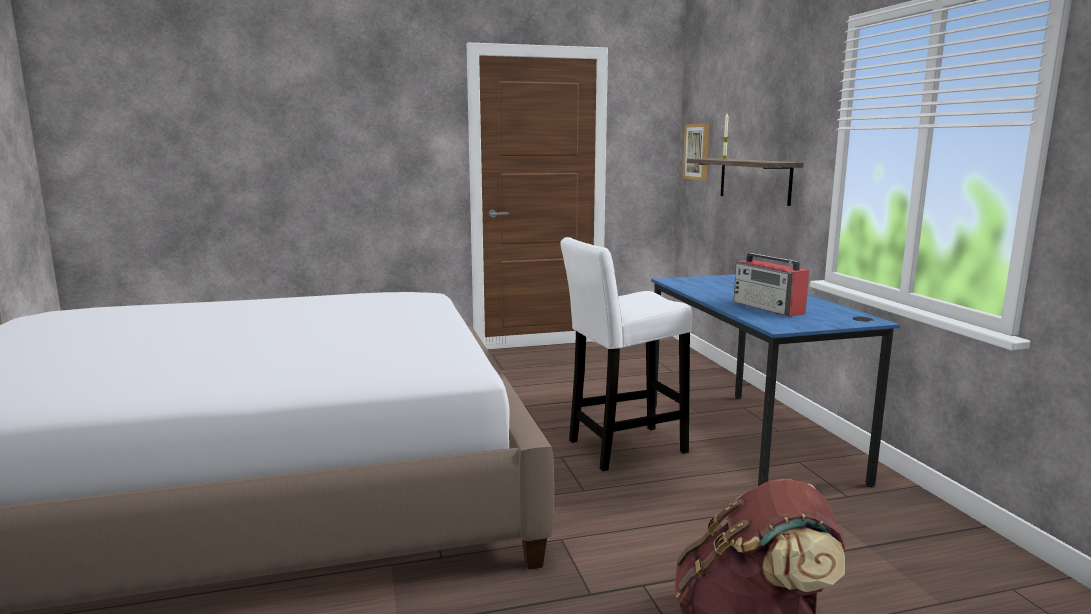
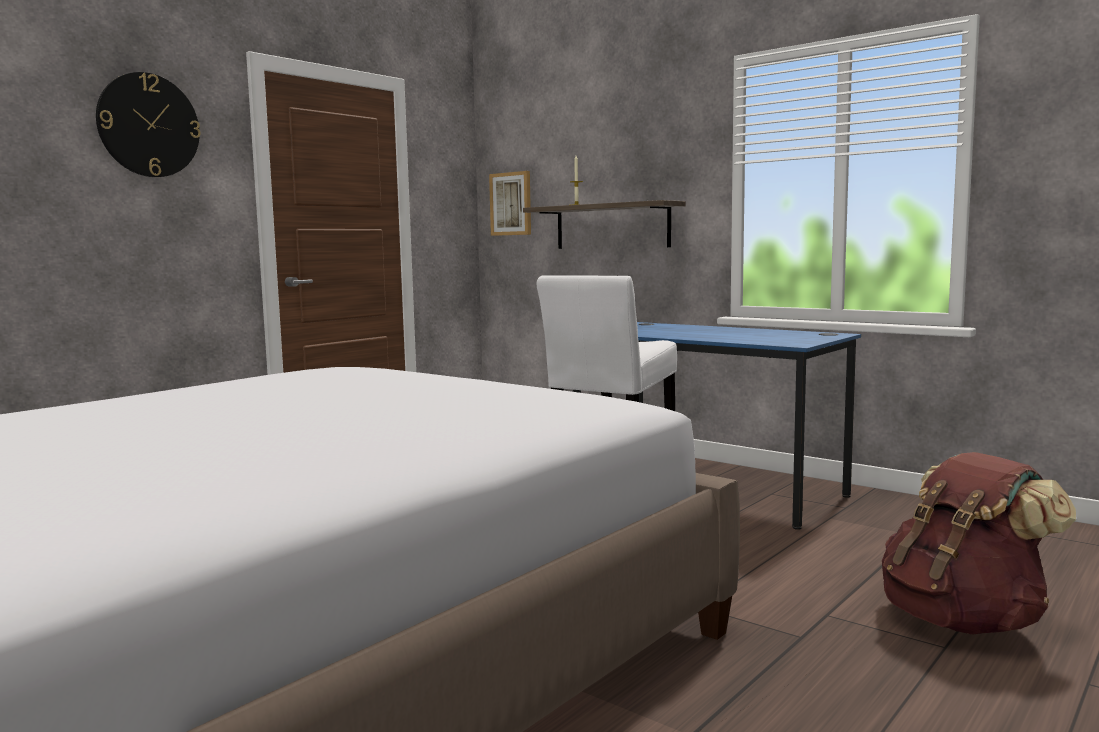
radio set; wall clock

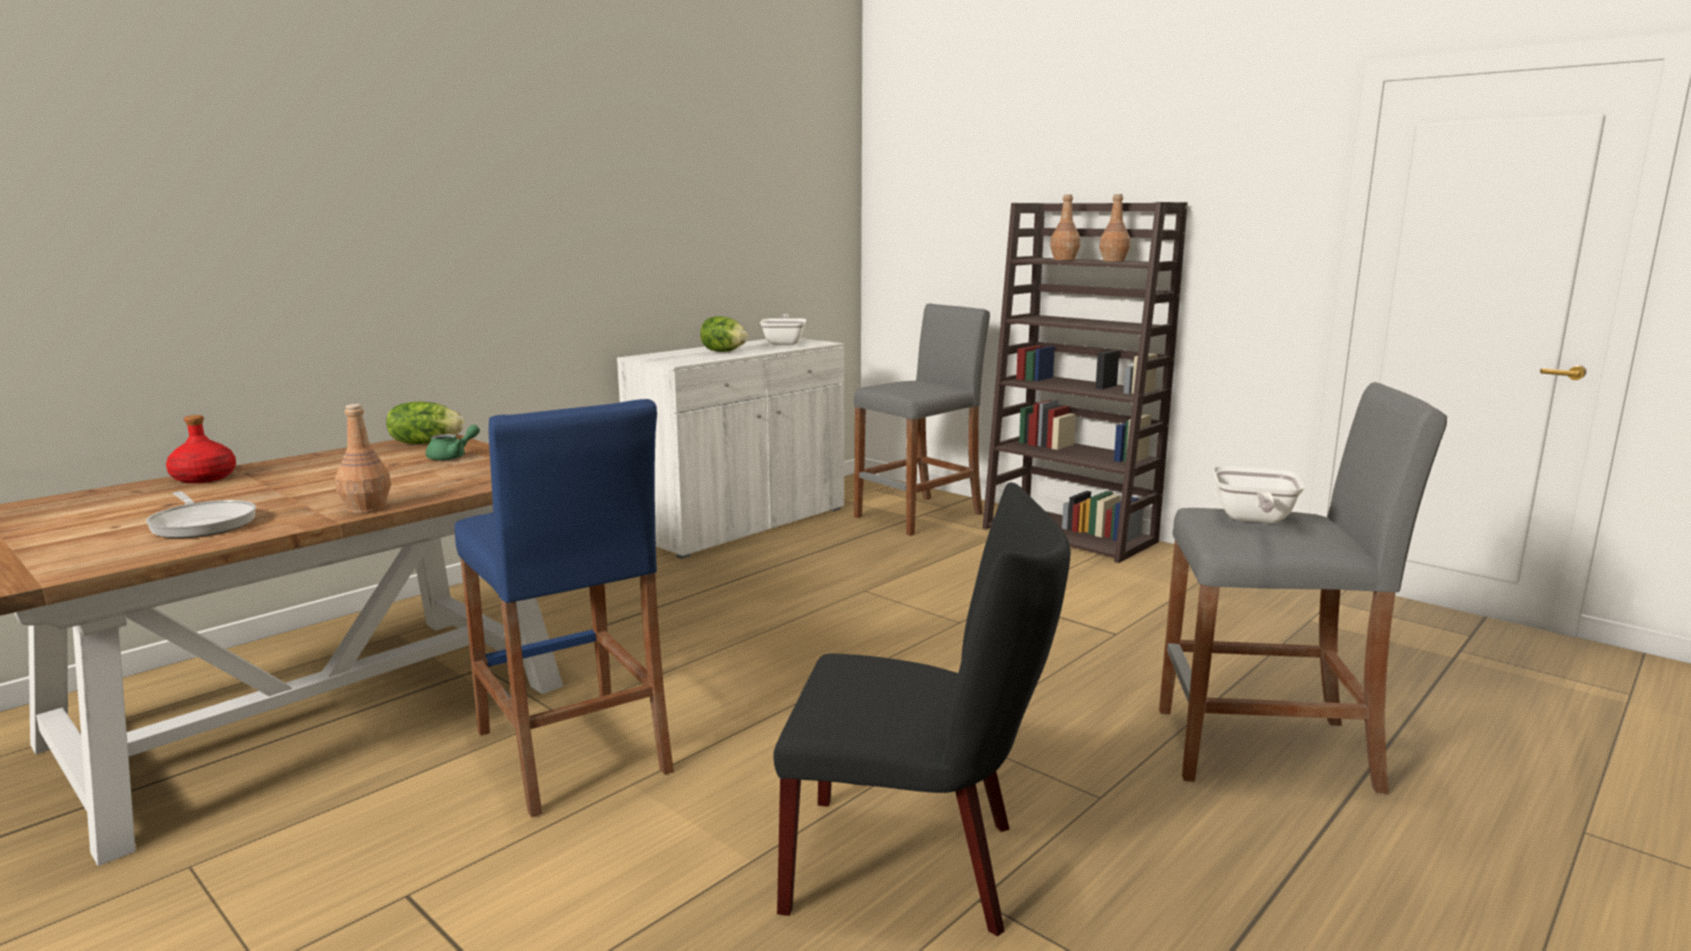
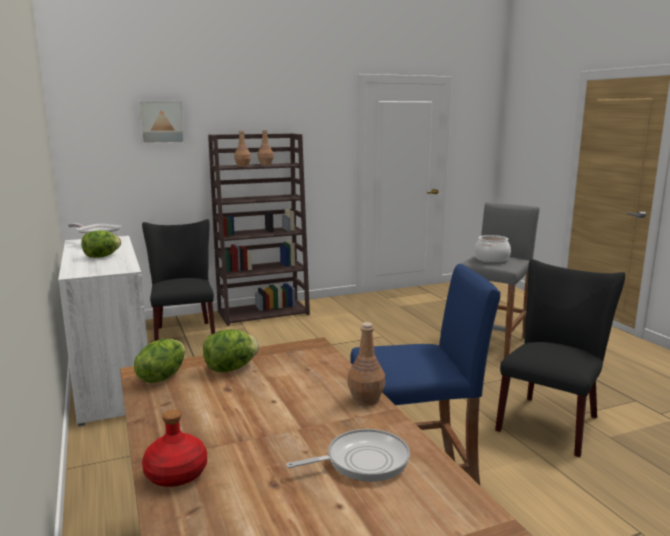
lettuce head (no. 3 from left); black upright chair (no. 1 from left); saucepot; picture

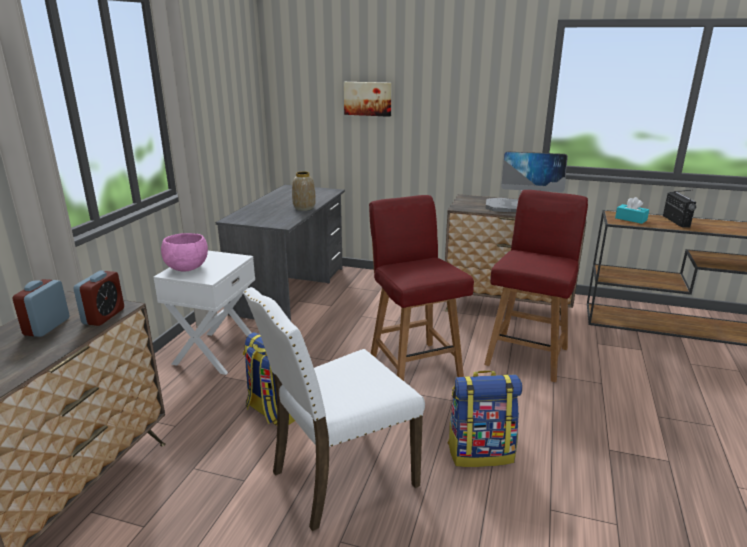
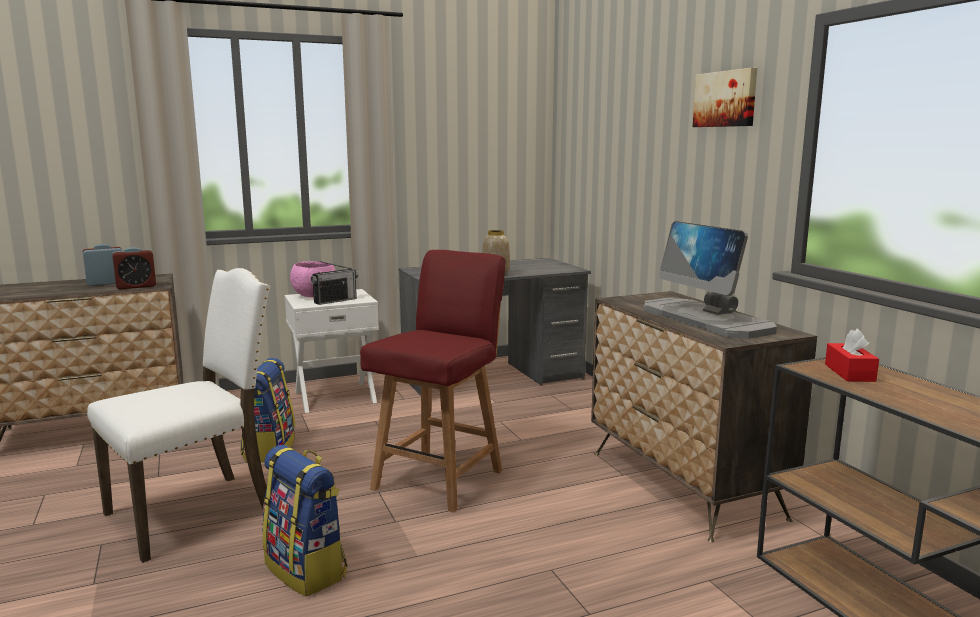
whitish upright chair; picture; red upright chair (no. 2 from left in the first image); red tissue box; radio set

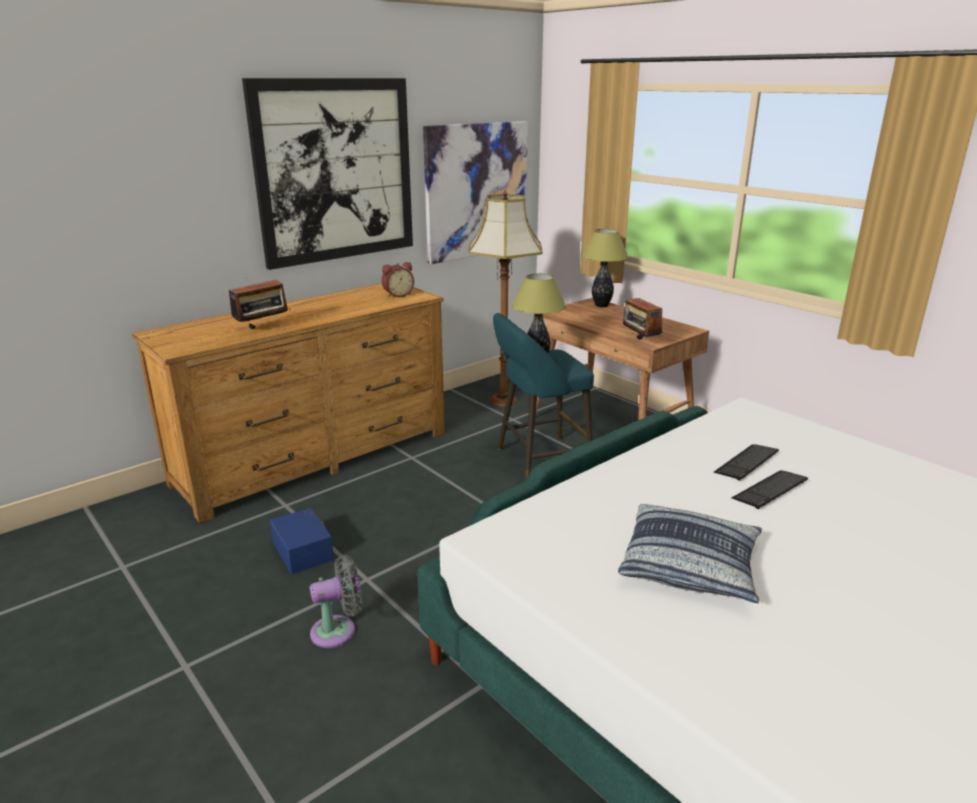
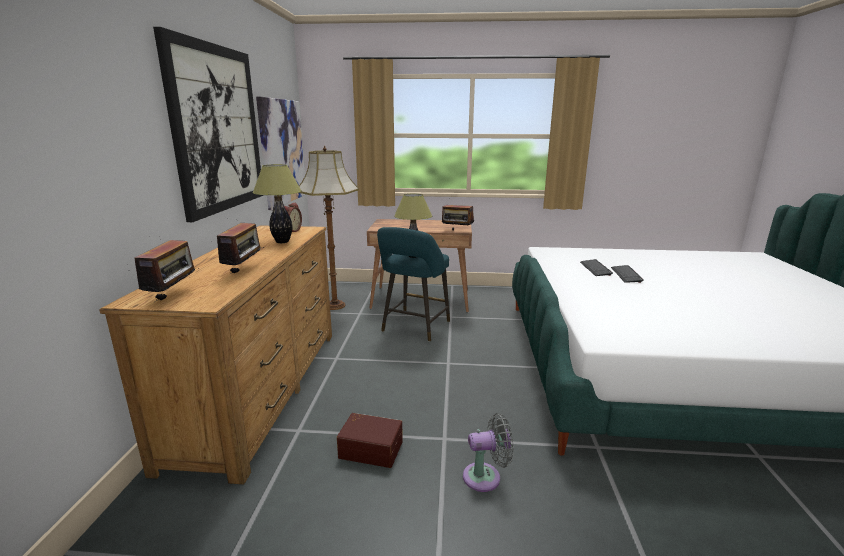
brownish storage container; gray cooling fan; tabletop lamp (no. 1 from left); pillow; radio set (no. 1 from left)

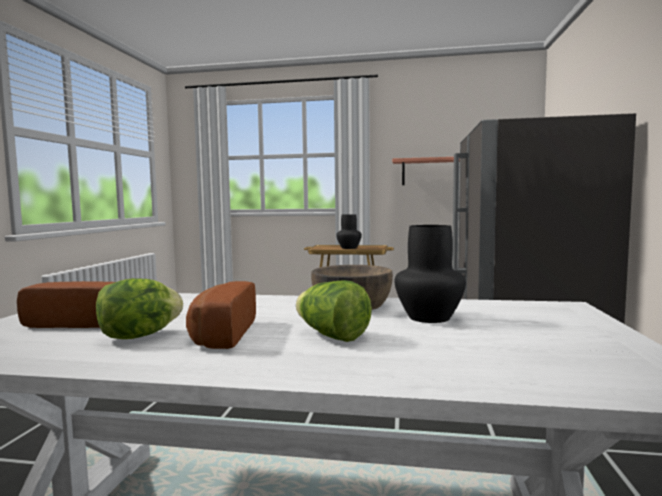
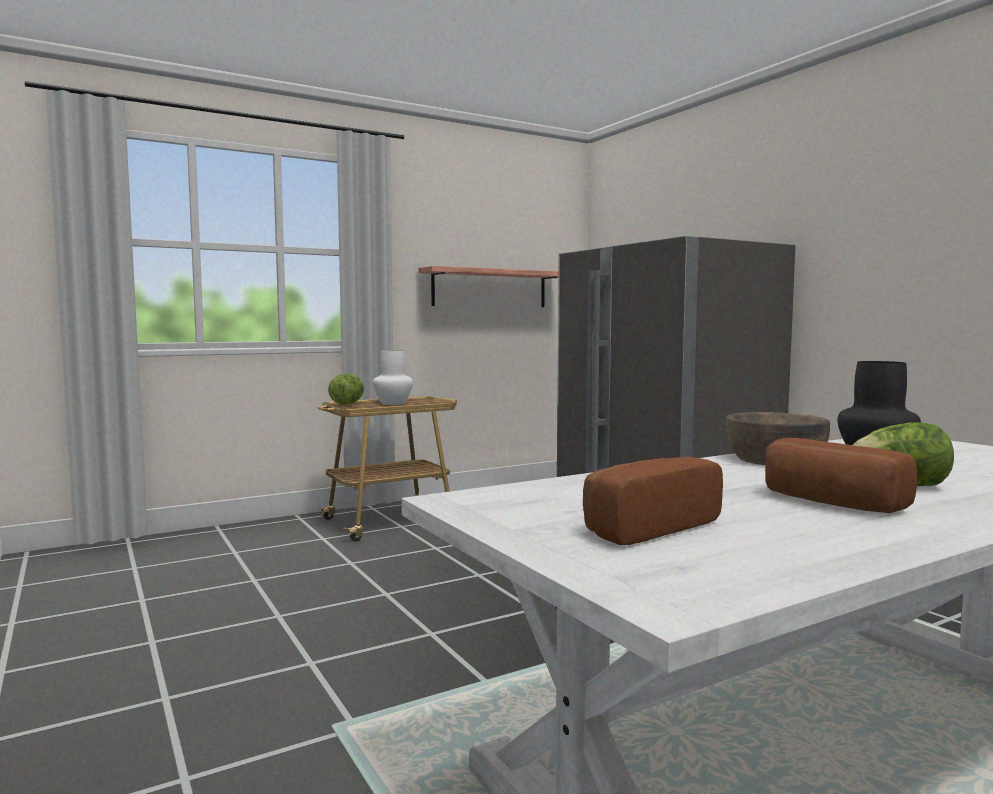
lettuce head (no. 1 from left); whitish decorative vase

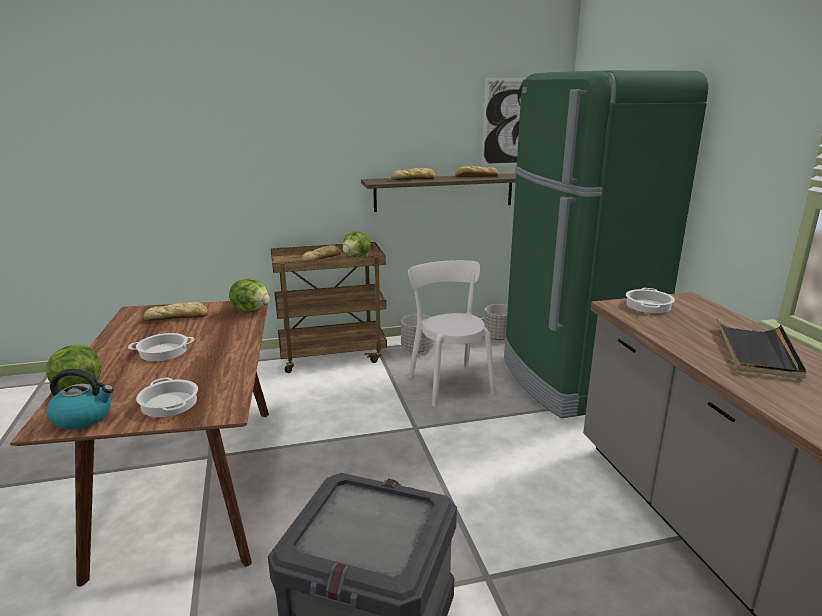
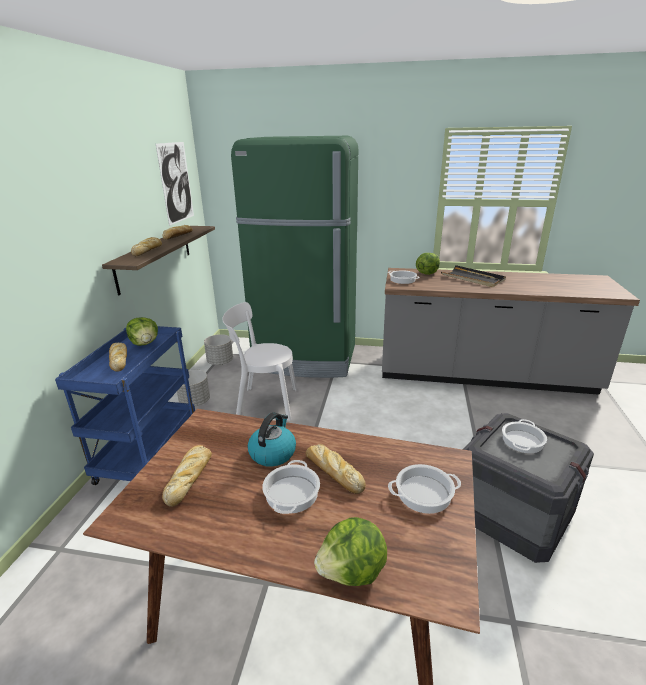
kettle; lettuce head (no. 3 from left); blue-coloured trolley; bread (no. 5 from left); saucepot (no. 4 from left)

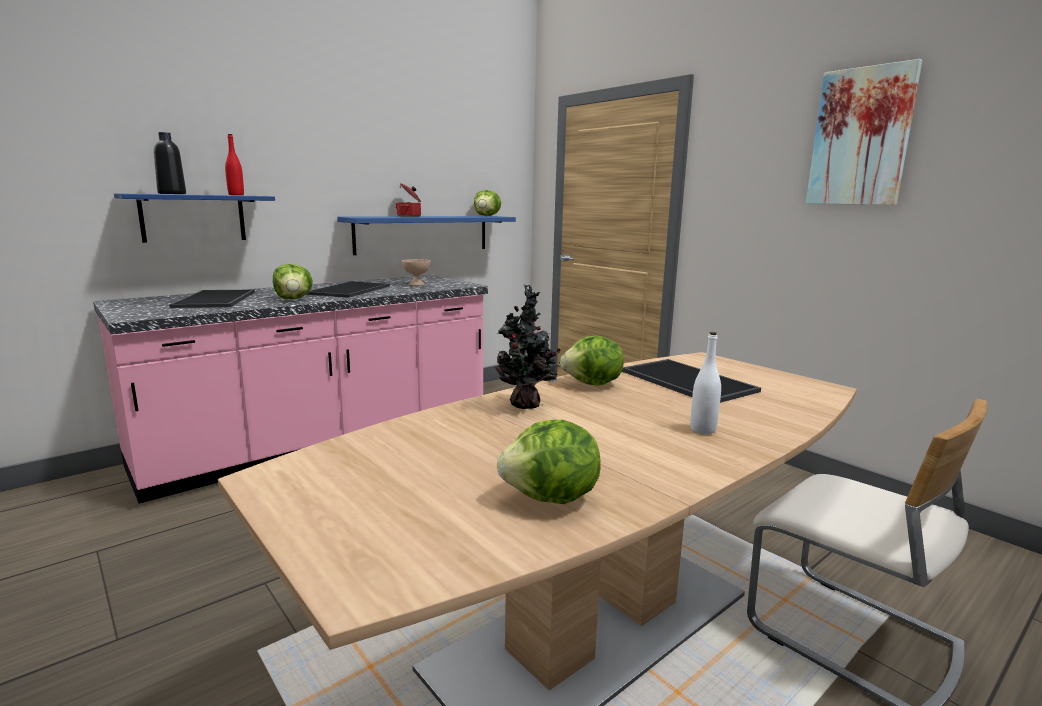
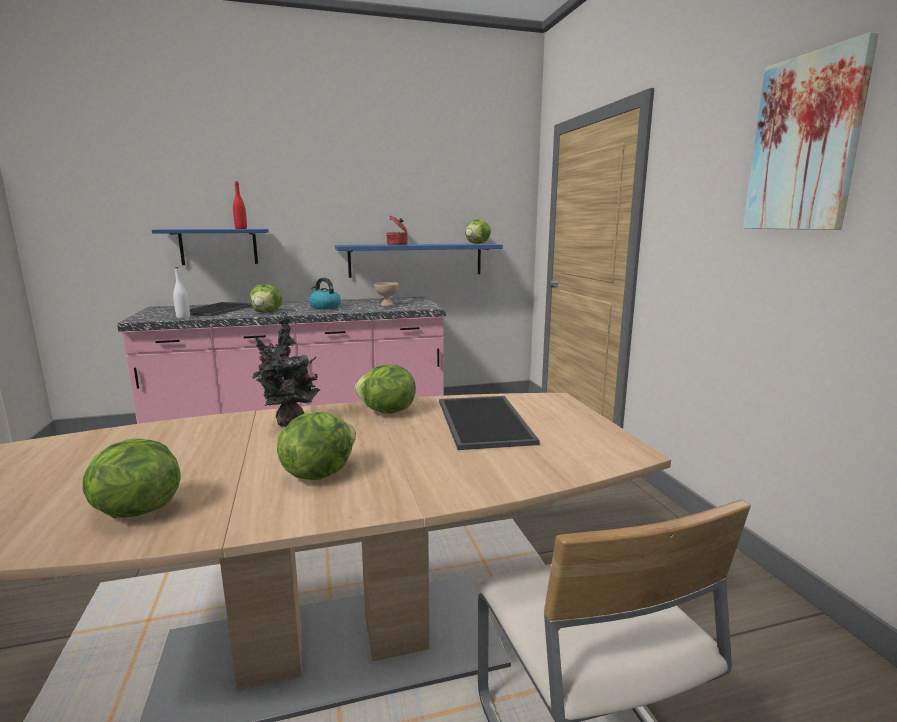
black drink bottle; kettle; whitish drink bottle; lettuce head (no. 3 from left)

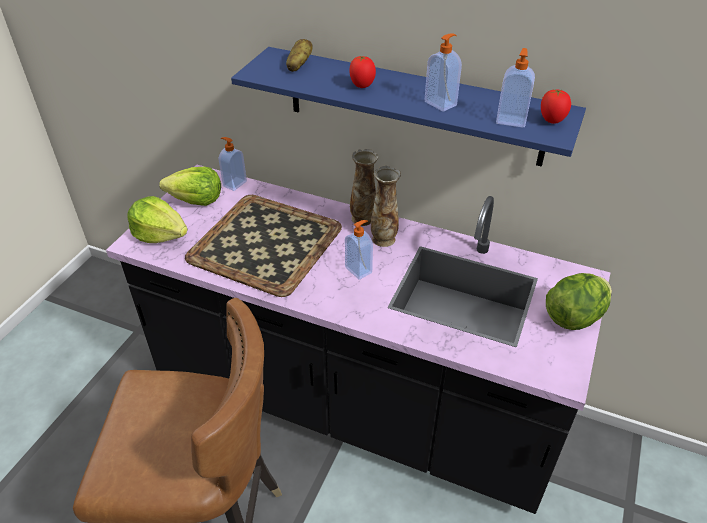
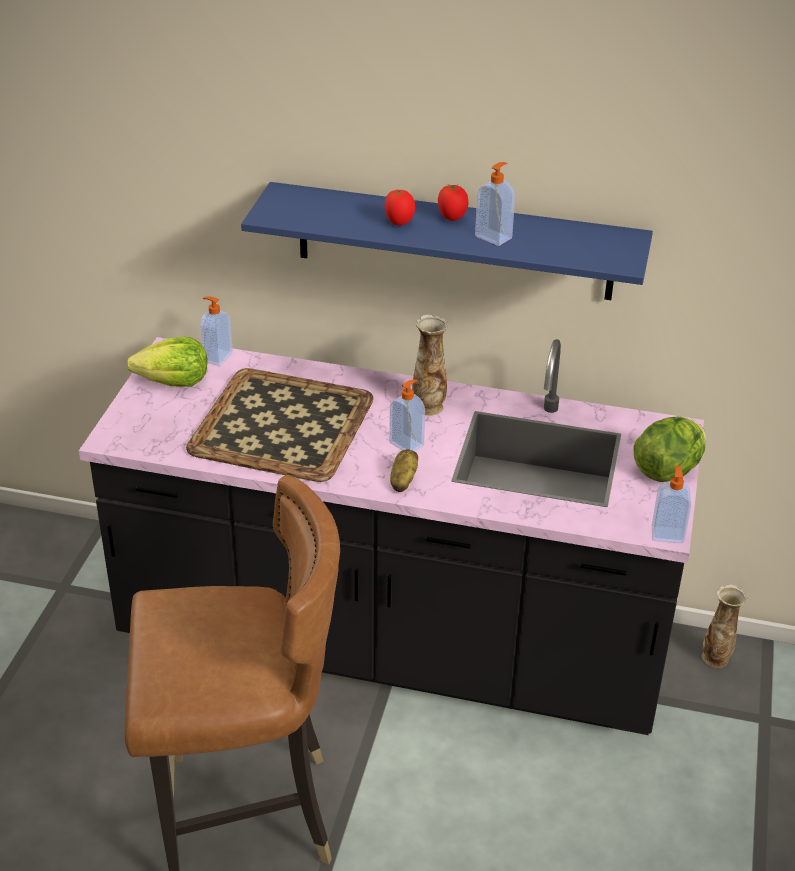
lettuce head (no. 1 from left in the first image); spud; decorative vase (no. 2 from left); liquid soap bottle (no. 4 from left); fresh tomato (no. 2 from left)

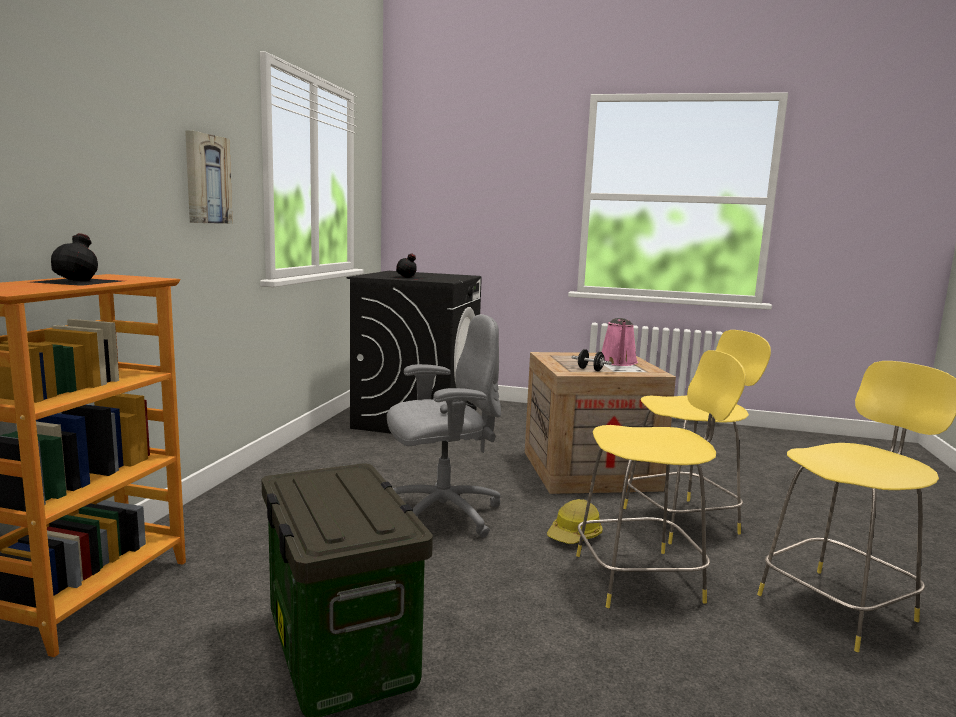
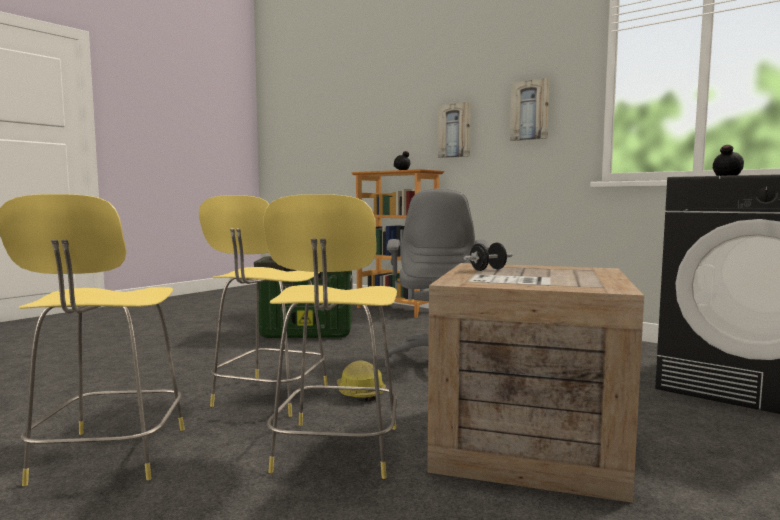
pinkish sprinkling can; picture (no. 1 from left)

